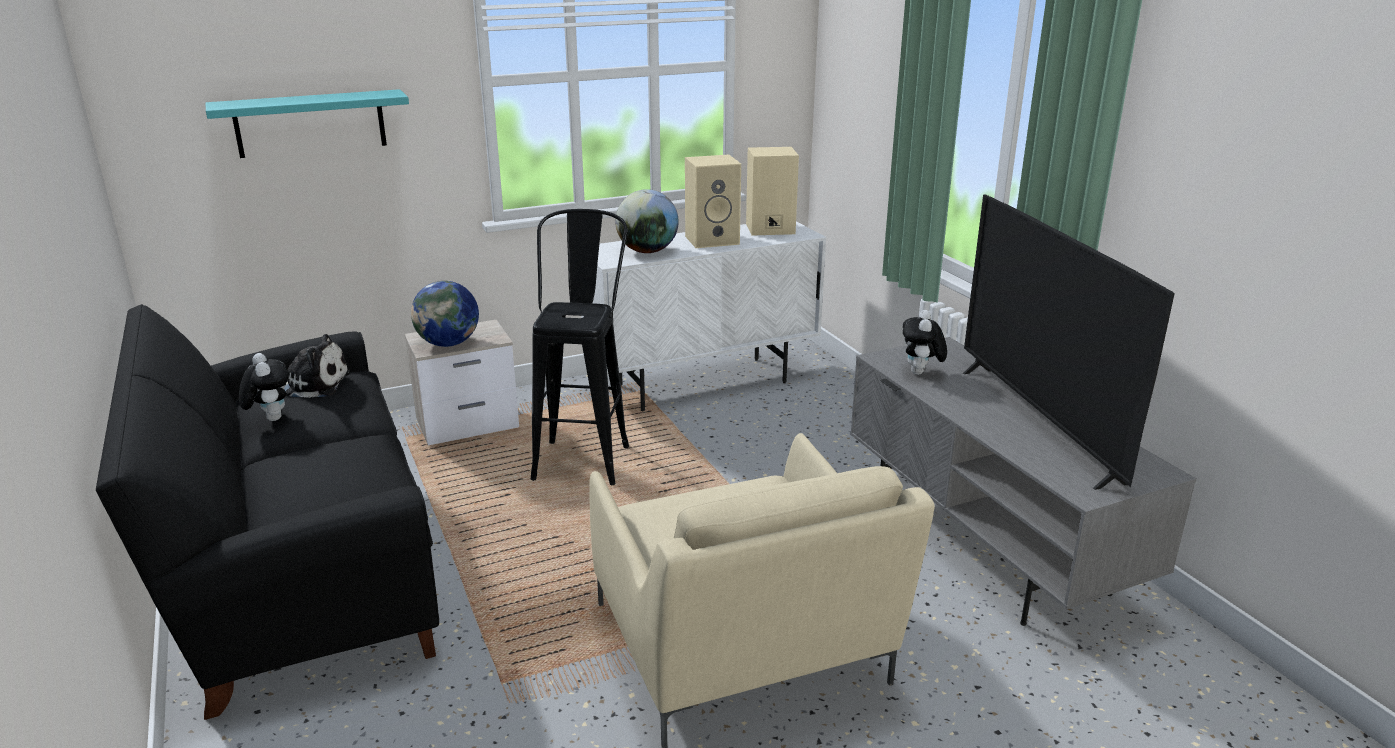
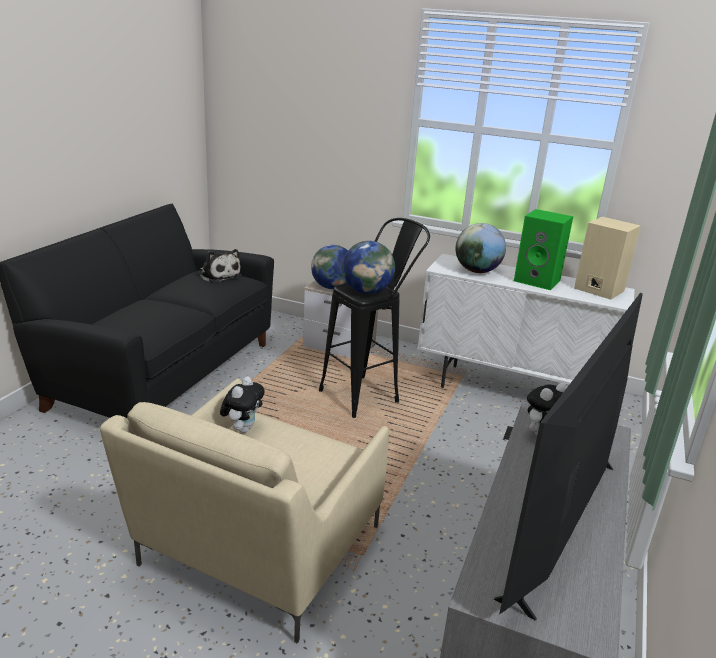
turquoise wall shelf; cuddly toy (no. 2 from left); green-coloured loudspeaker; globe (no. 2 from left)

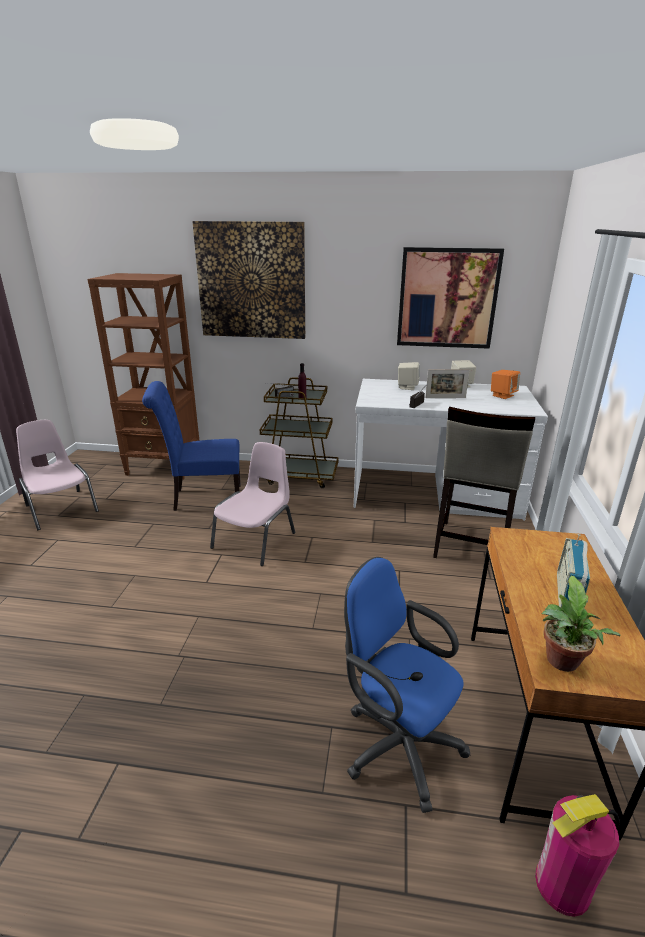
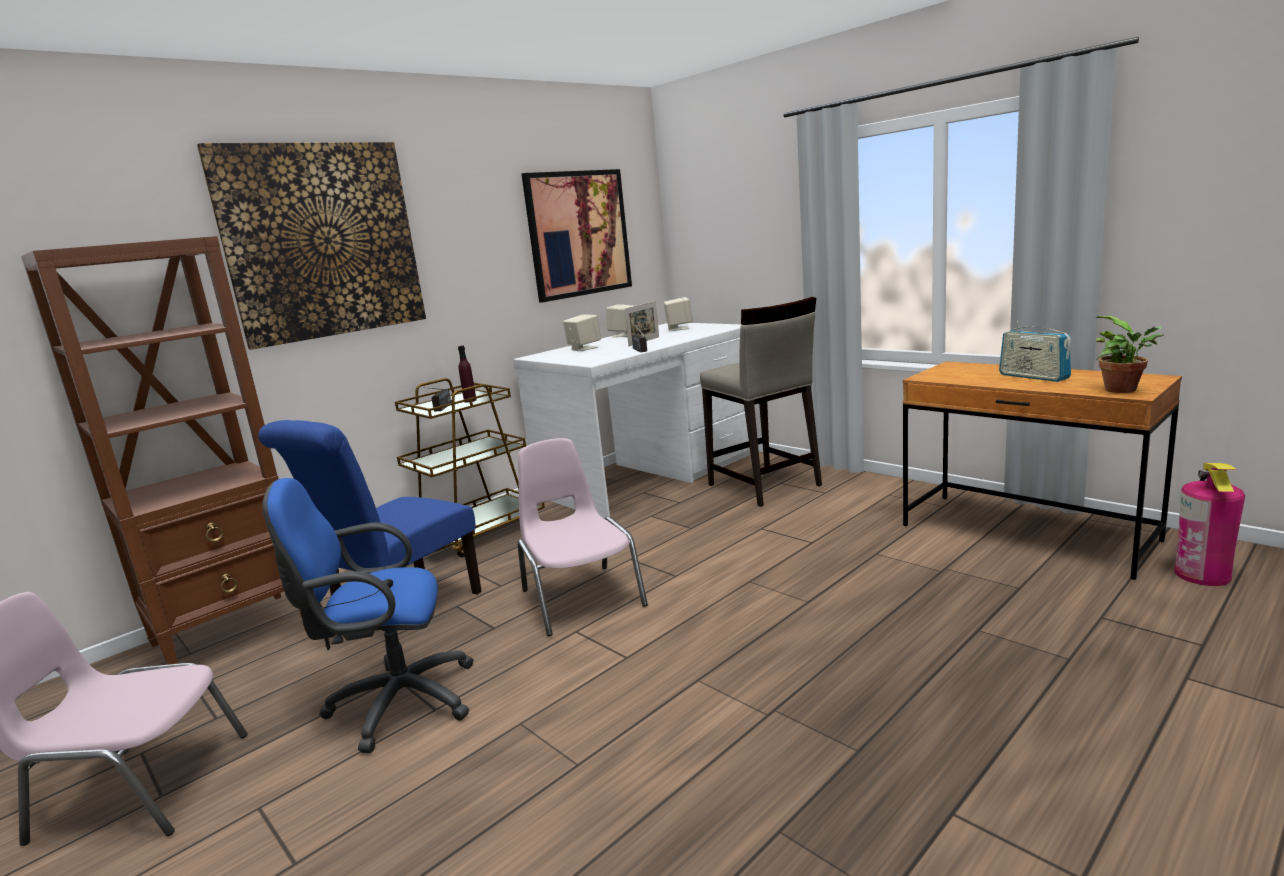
blue-coloured computer chair; beige-coloured loudspeaker (no. 3 from left)

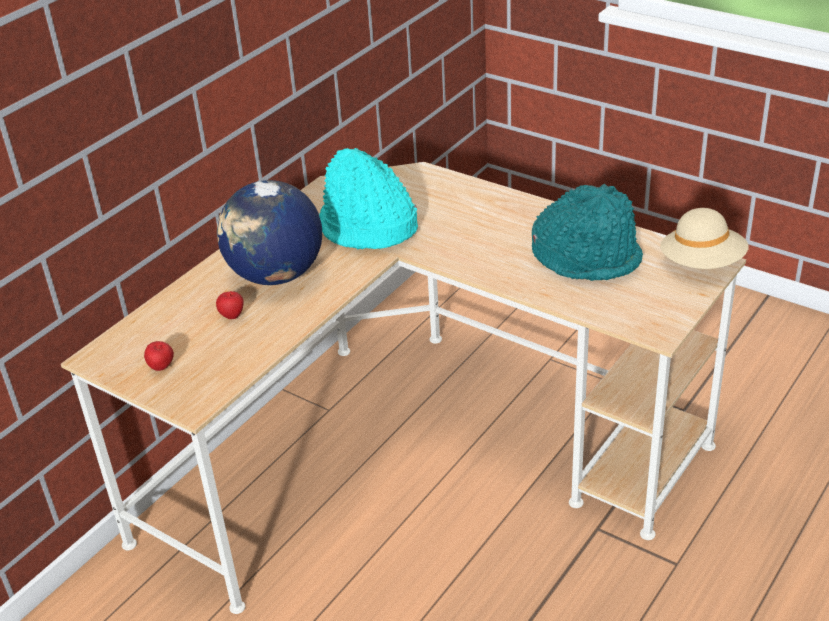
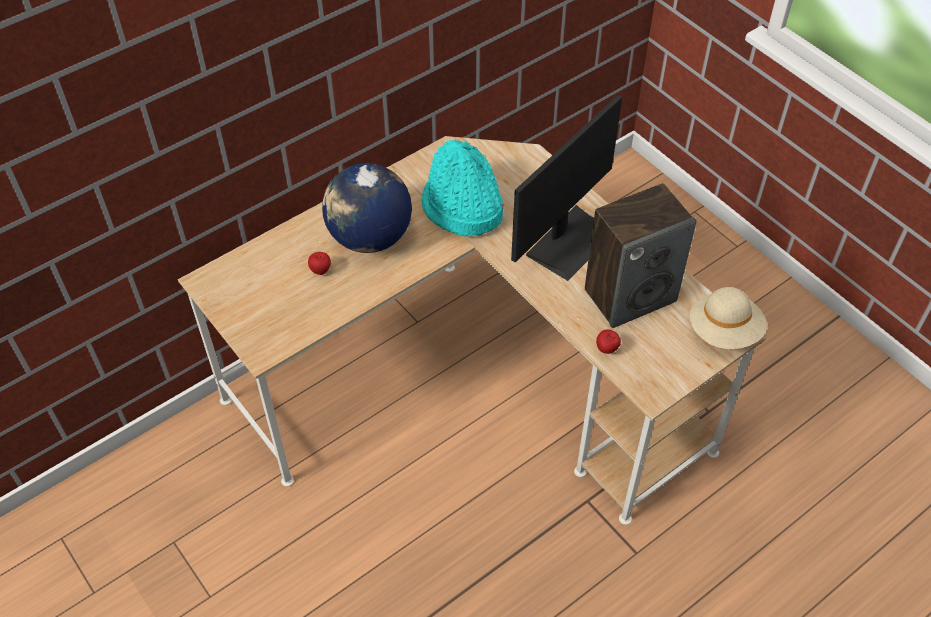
whole apple (no. 2 from left); loudspeaker; computer screen

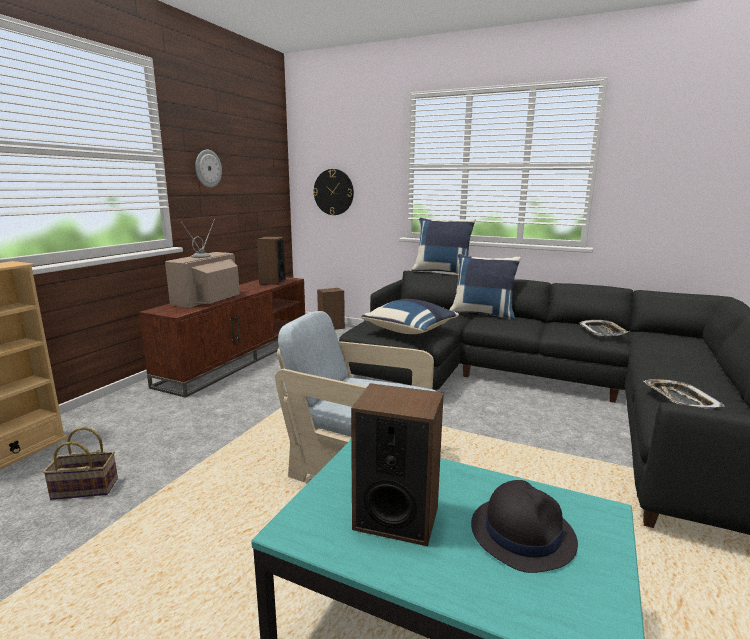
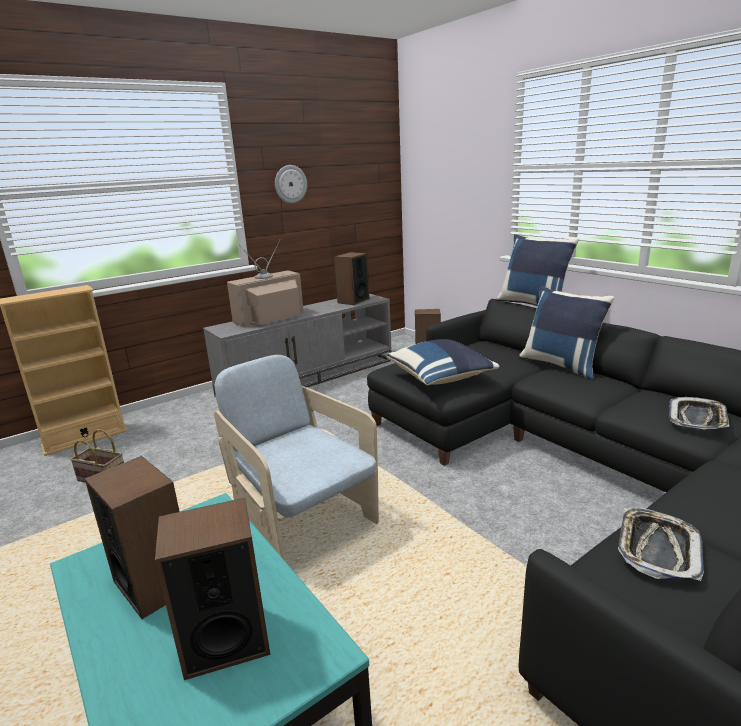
gray media console; wall clock (no. 2 from left in the first image); loudspeaker (no. 2 from left)

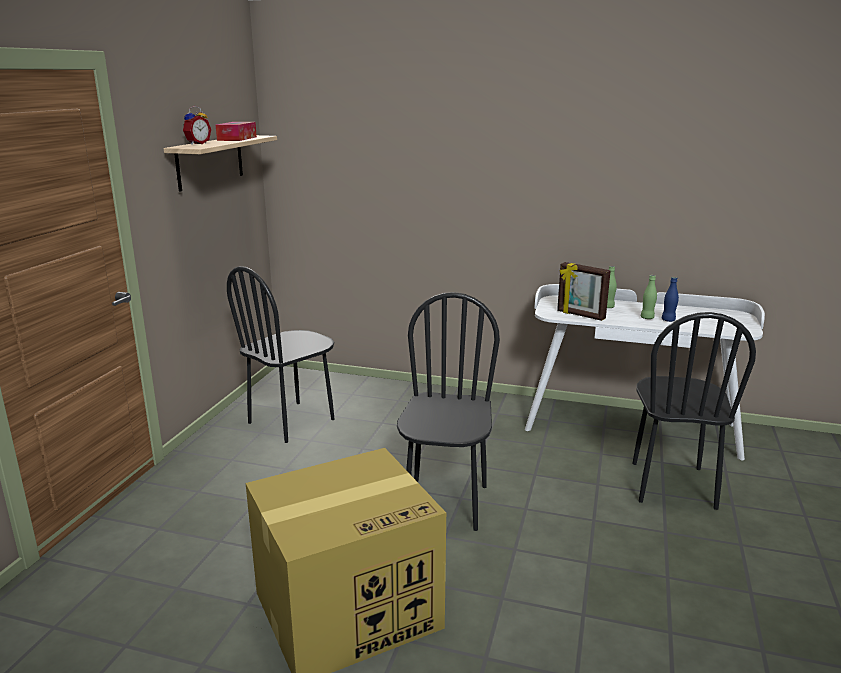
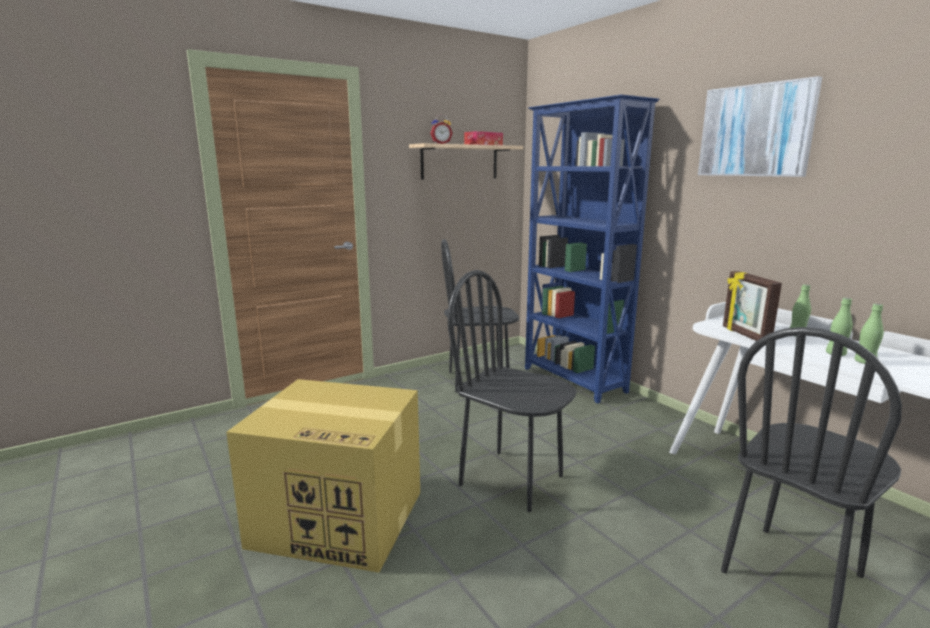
black upright chair (no. 2 from left); green-coloured drink bottle (no. 3 from left); blue-coloured bookcase; picture

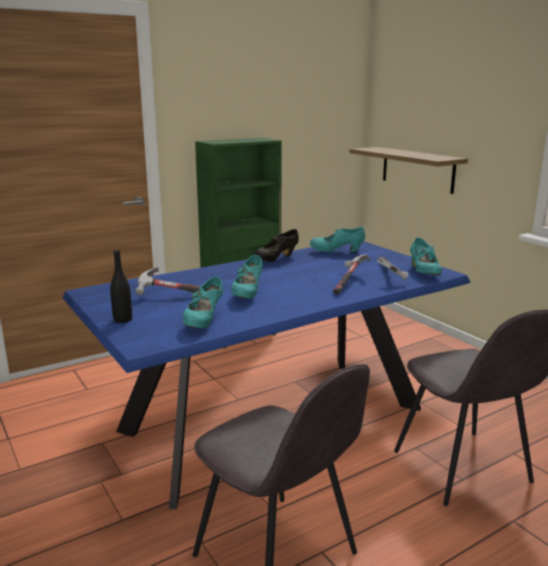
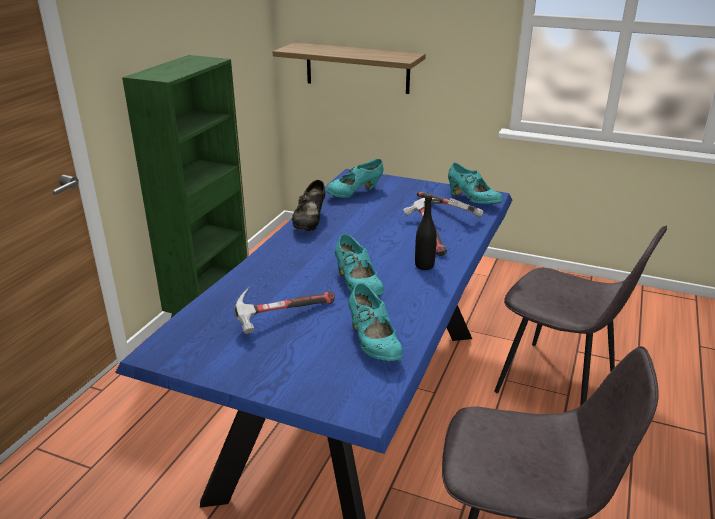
black drink bottle

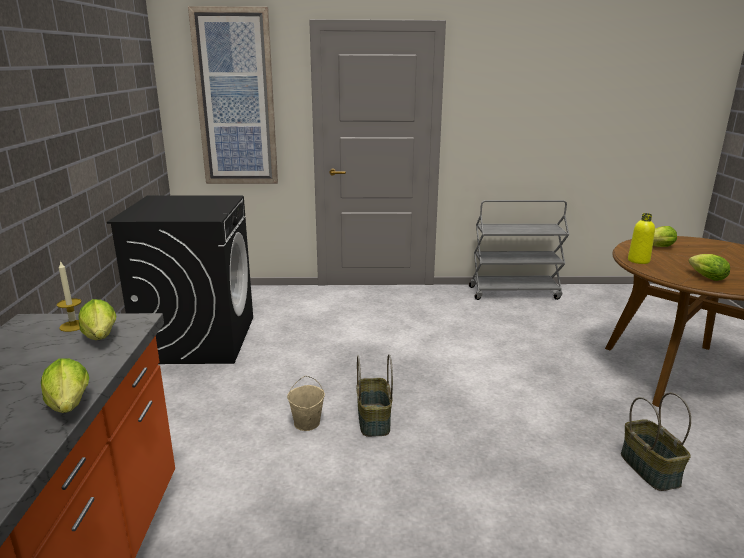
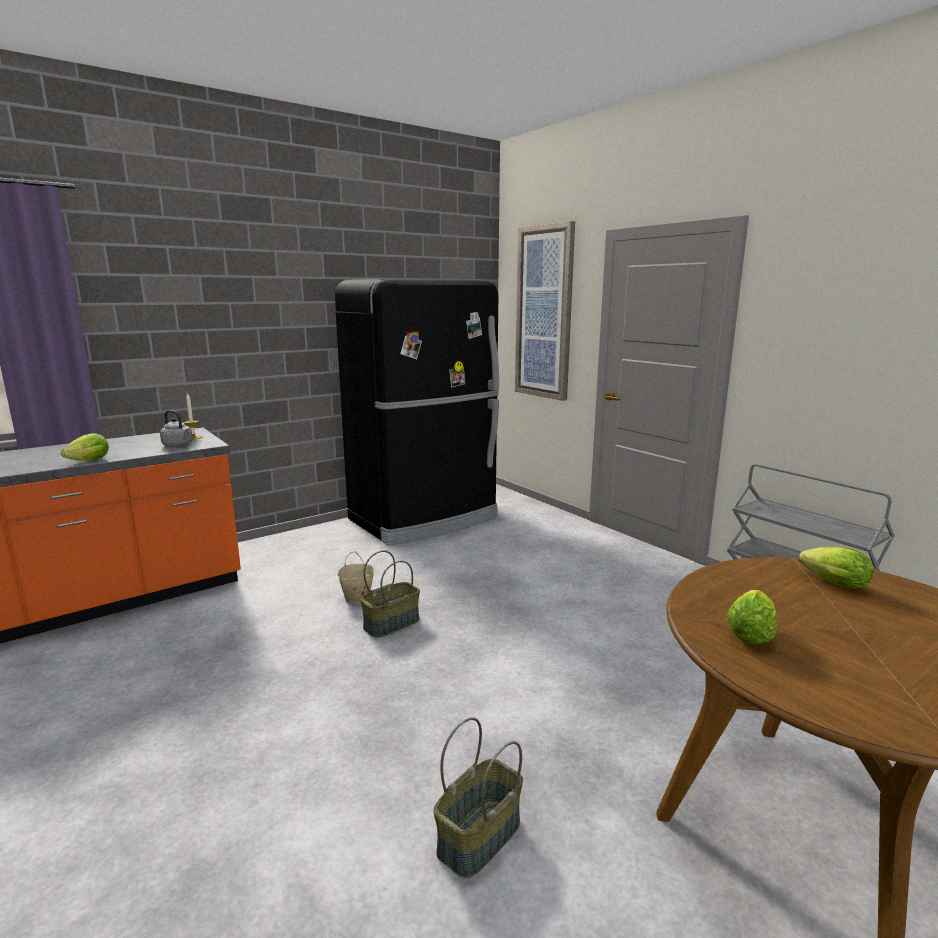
gray kettle; black fridge; yellow drink bottle

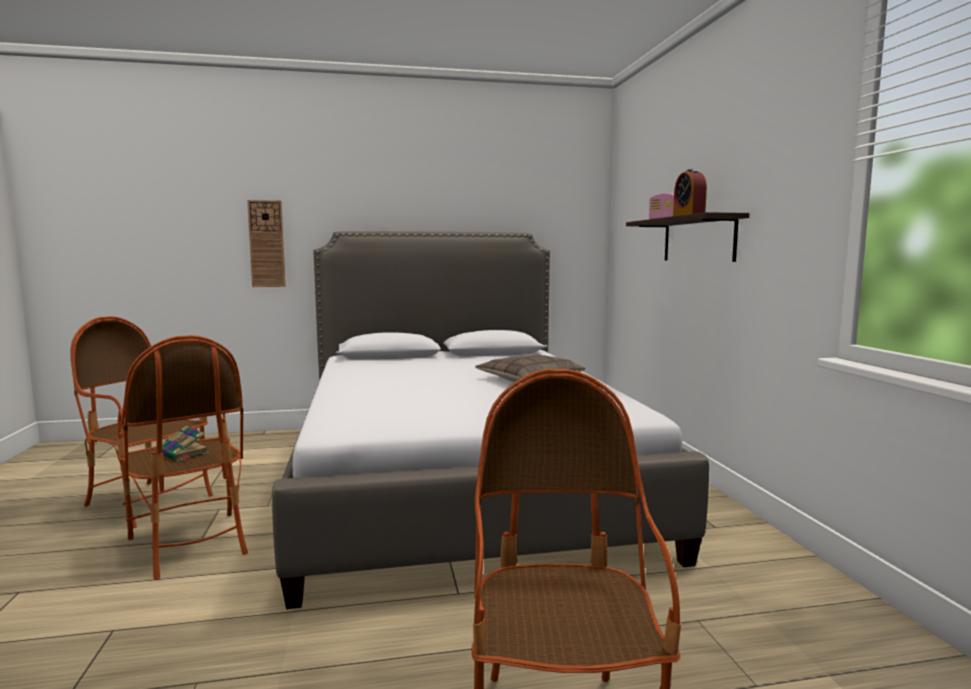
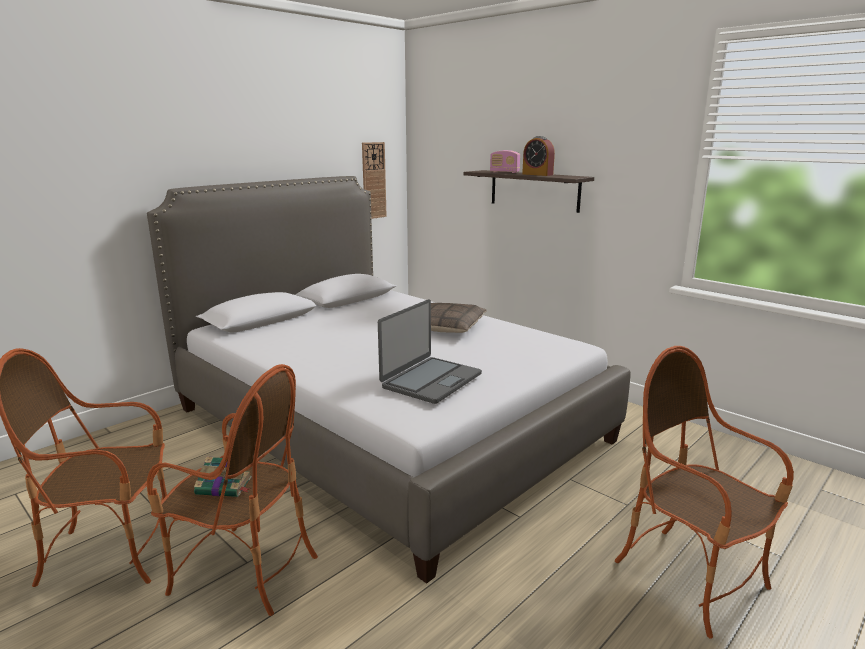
wall clock; portable computer

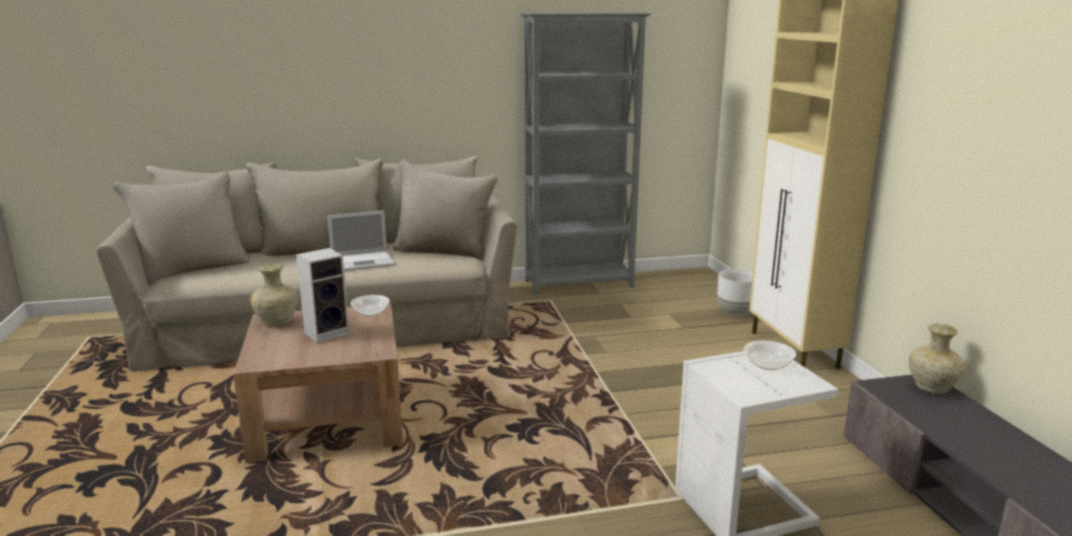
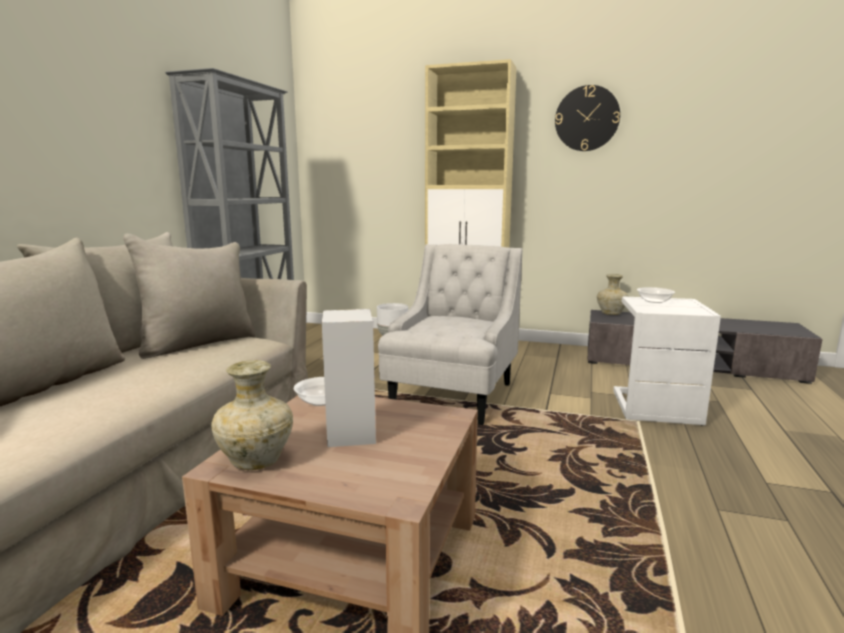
portable computer; whitish armchair; wall clock

